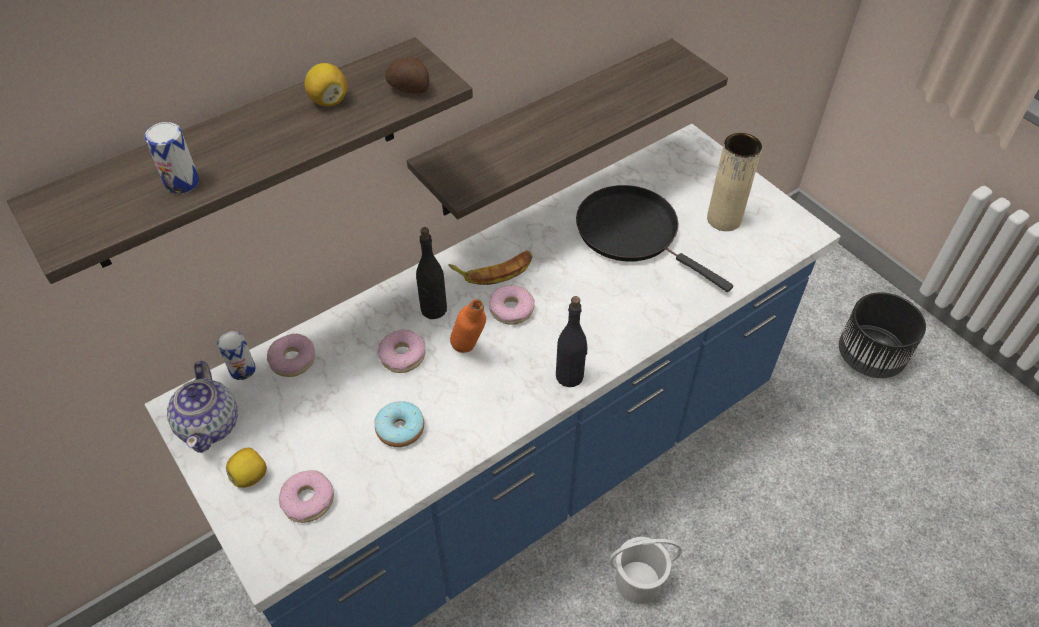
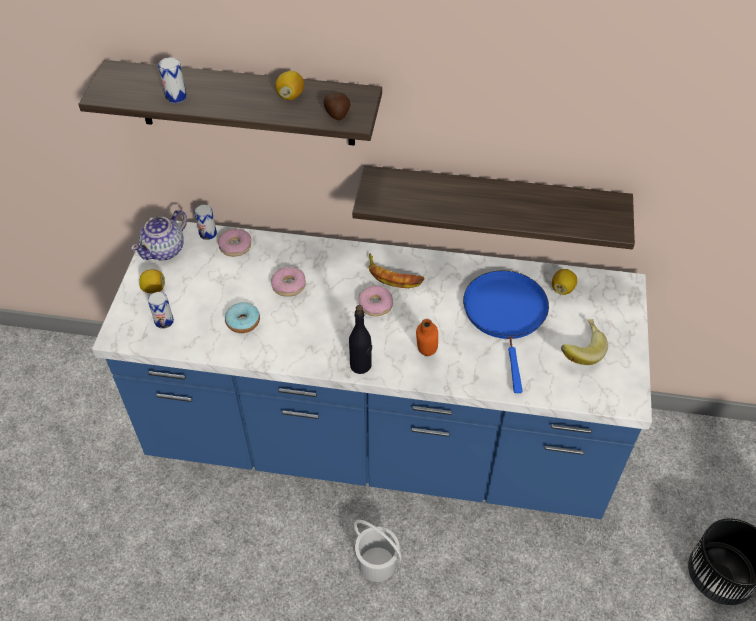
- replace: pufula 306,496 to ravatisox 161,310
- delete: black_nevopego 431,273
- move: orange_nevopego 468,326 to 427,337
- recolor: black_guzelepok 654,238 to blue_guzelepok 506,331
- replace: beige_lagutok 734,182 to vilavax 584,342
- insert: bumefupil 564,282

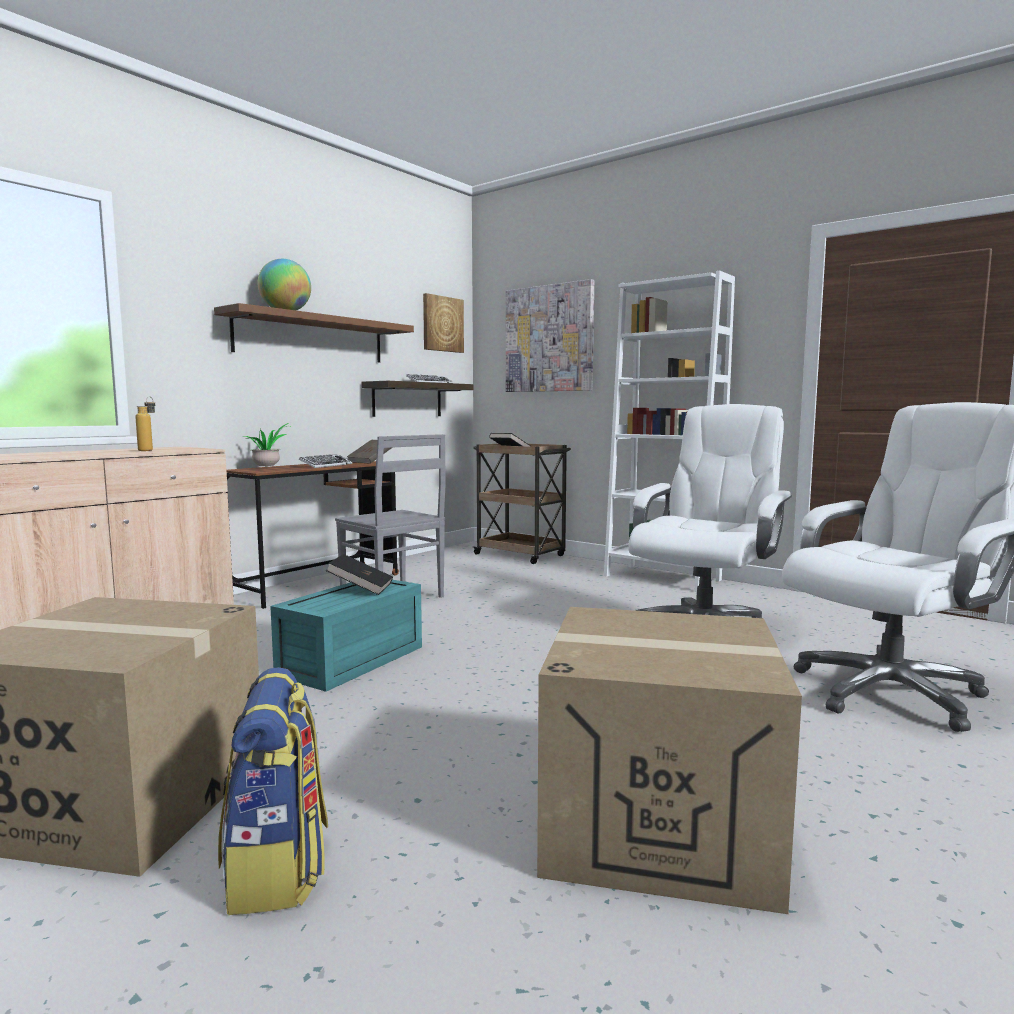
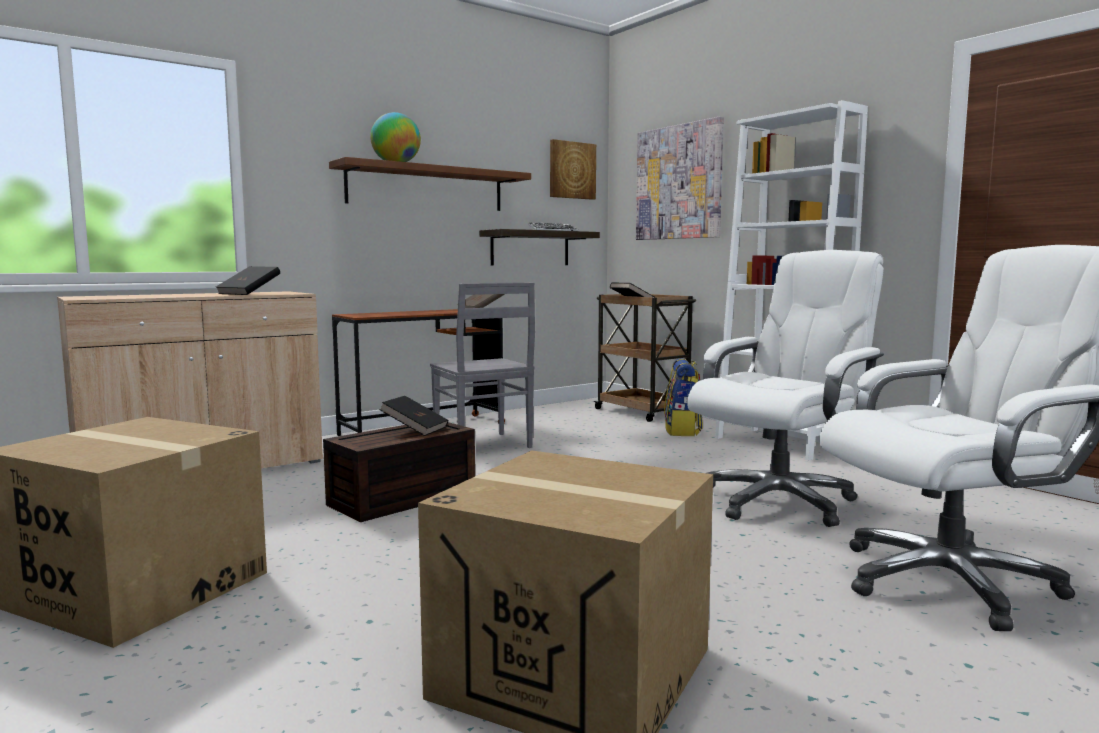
- replace: nevopego 145,423 to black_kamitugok 248,280
- move: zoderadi 273,791 to 683,397
- delete: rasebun 265,445
- recolor: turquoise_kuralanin 346,636 to brown_kuralanin 399,472
- delete: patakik 325,461

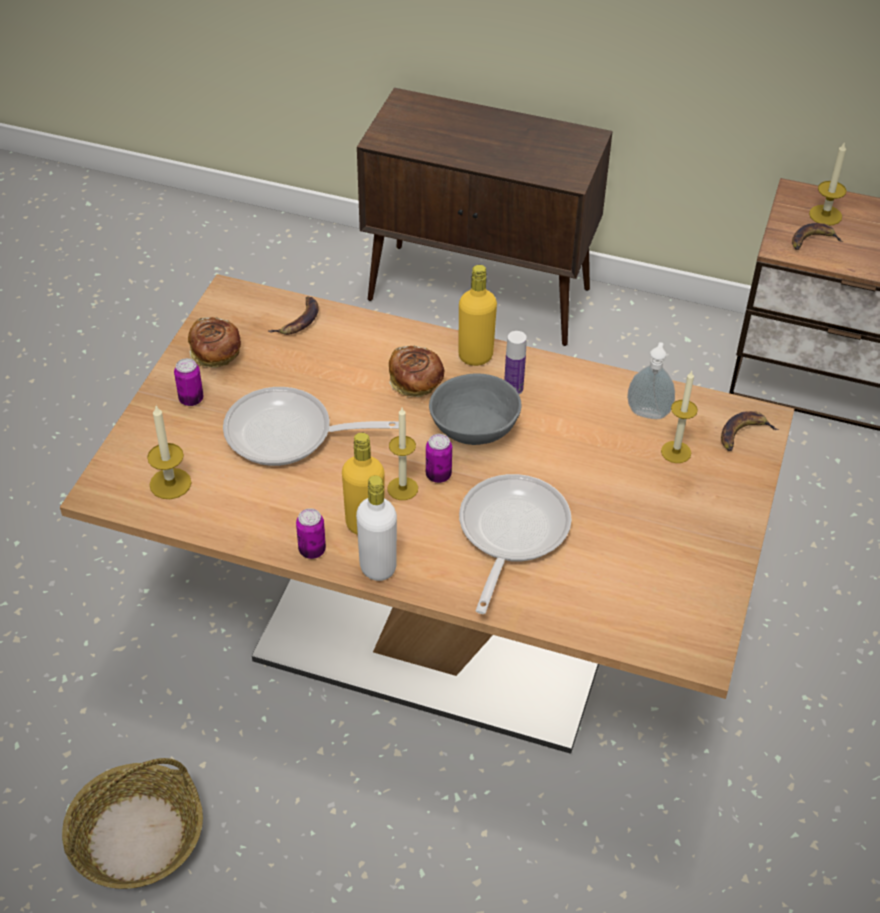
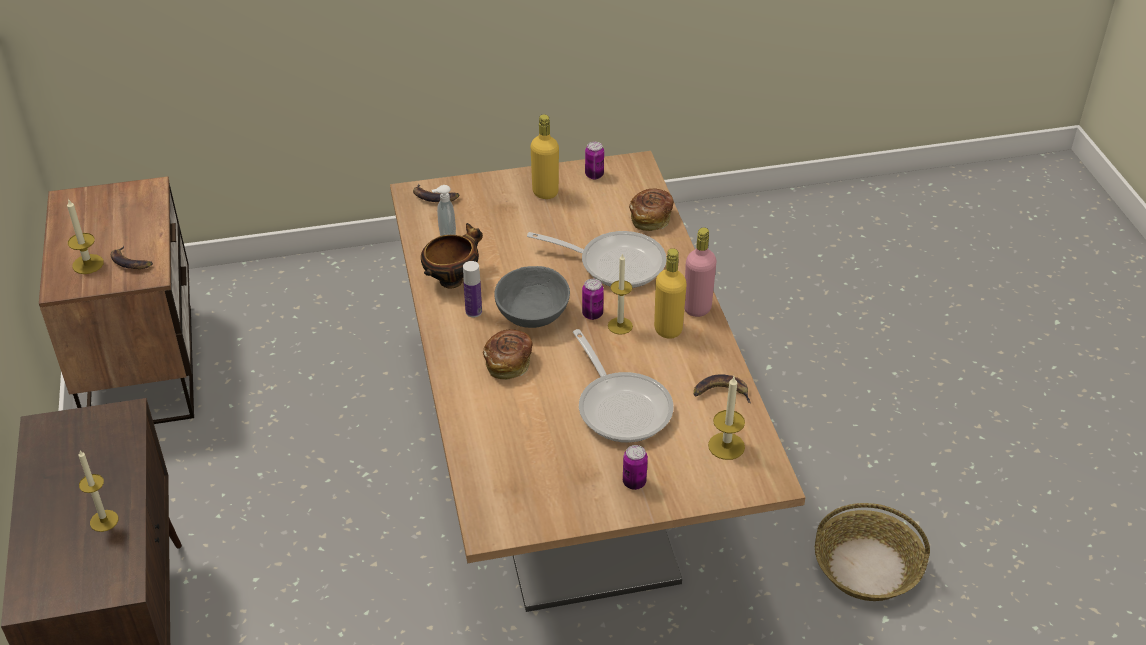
- move: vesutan 214,342 to 651,209
- move: vilavax 293,315 to 722,388
- move: ravatisox 311,533 to 594,160
- recolor: white_nevopego 376,528 to pink_nevopego 700,272
- move: yellow_nevopego 477,315 to 544,156
- rotate: guzelepok 515,544 = 597,259 150 degrees counterclockwise
- move: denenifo 679,417 to 98,491
- insert: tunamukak 452,256

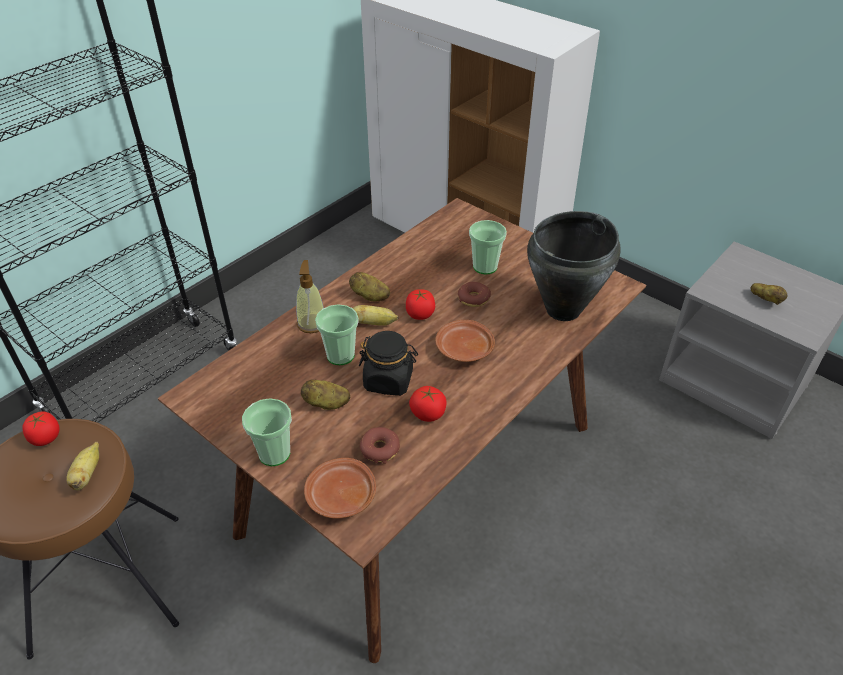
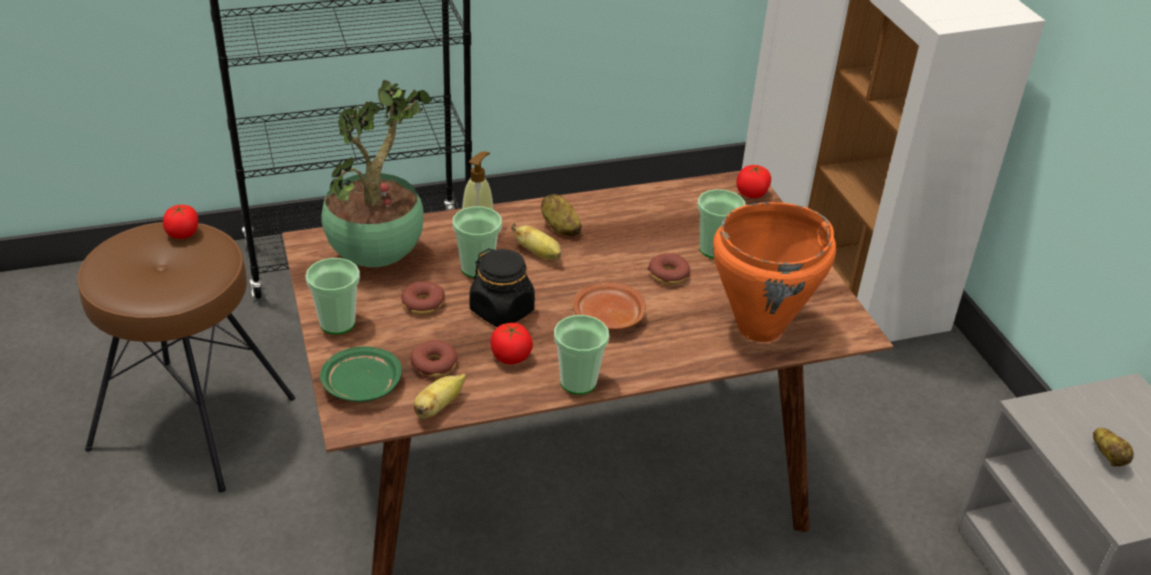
- move: vilavax 83,466 to 440,396
- replace: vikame 325,394 to pufula 423,297
- recolor: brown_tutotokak 340,488 to green_tutotokak 361,374
- move: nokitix 420,304 to 753,181
- recolor: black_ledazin 574,266 to orange_ledazin 774,272
- insert: rasebun 377,173
- insert: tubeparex 581,355

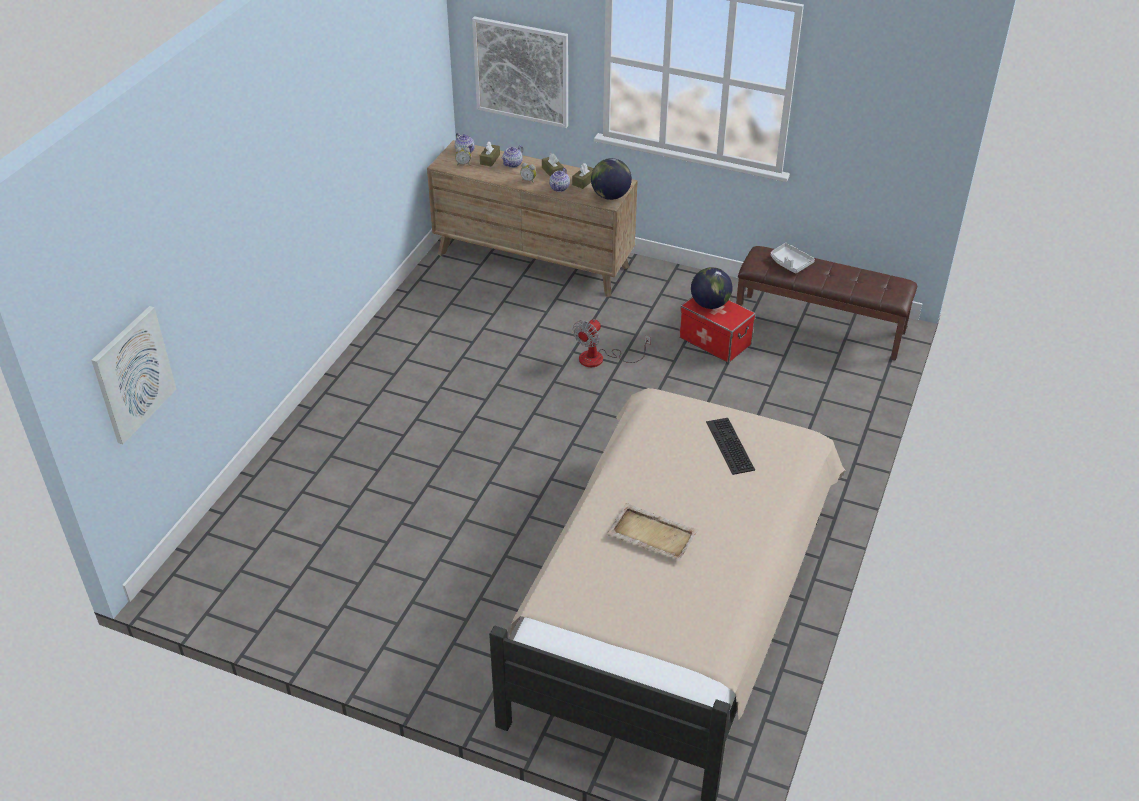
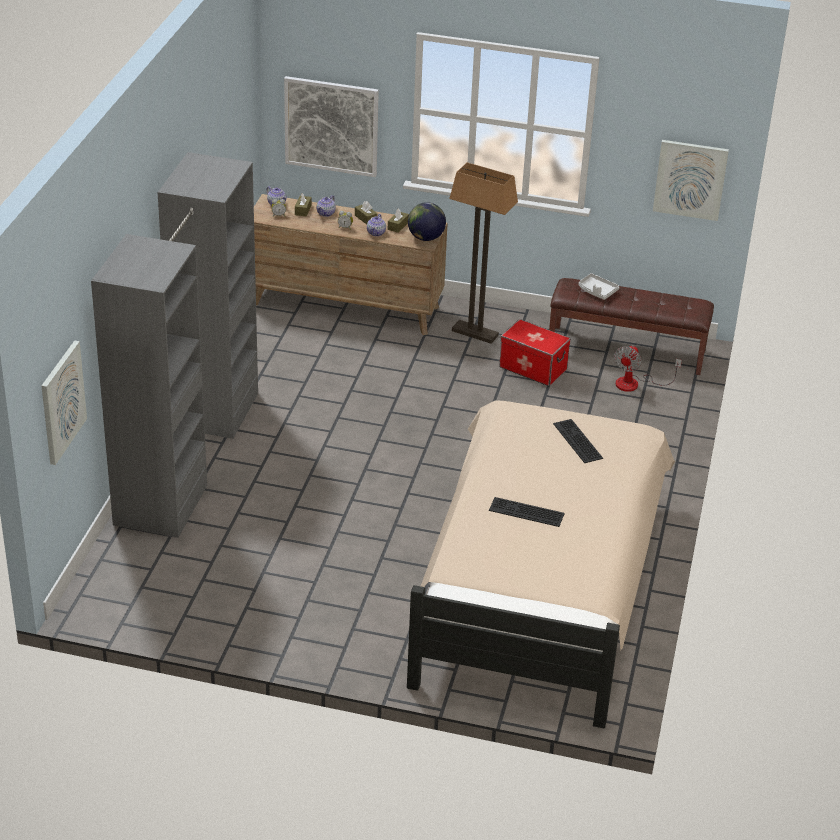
- move: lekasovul 612,343 to 648,368
- replace: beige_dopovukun 652,532 to patakik 527,512
- delete: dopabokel 712,288
- insert: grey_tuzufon 174,345
- insert: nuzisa 483,253
- insert: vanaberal 691,180

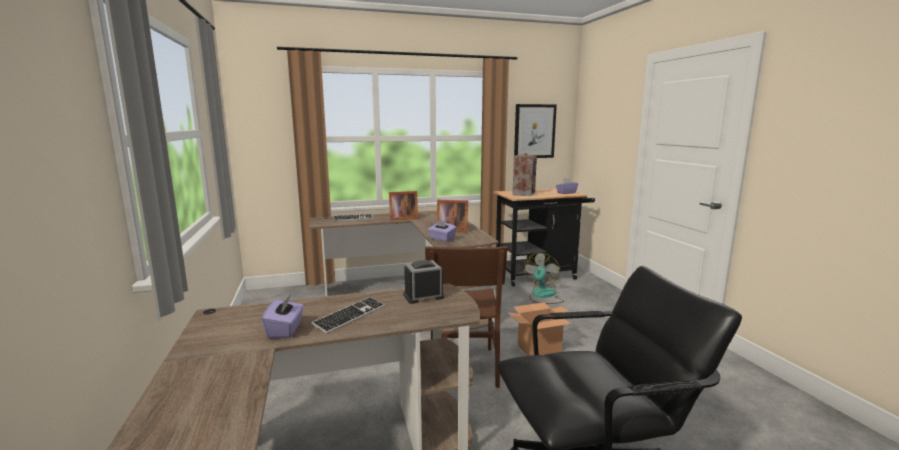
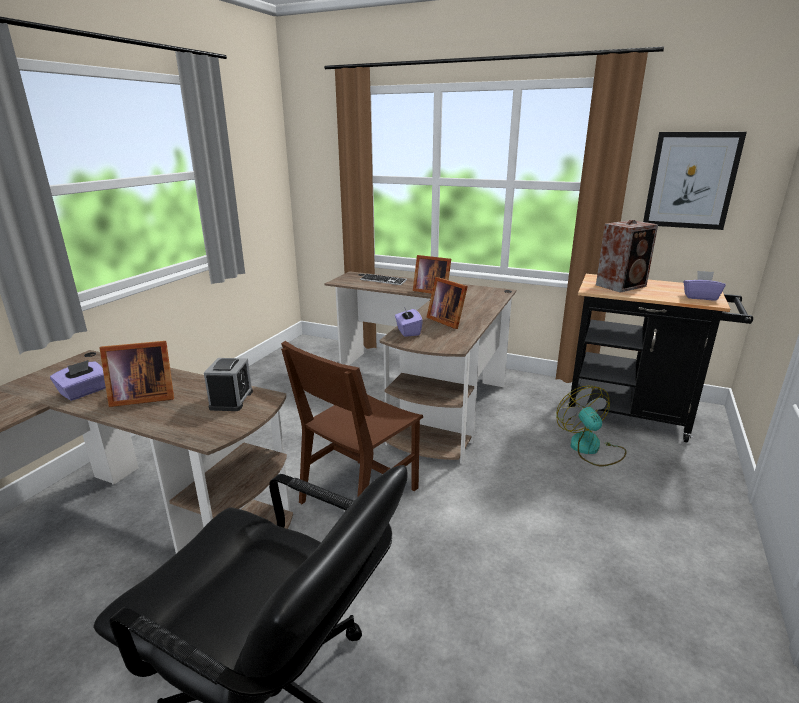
- replace: patakik 348,315 to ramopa 136,374
- rotate: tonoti 423,282 = 228,384 75 degrees clockwise
- delete: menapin 539,329
- rotate: lekasovul 544,278 = 591,426 75 degrees counterclockwise

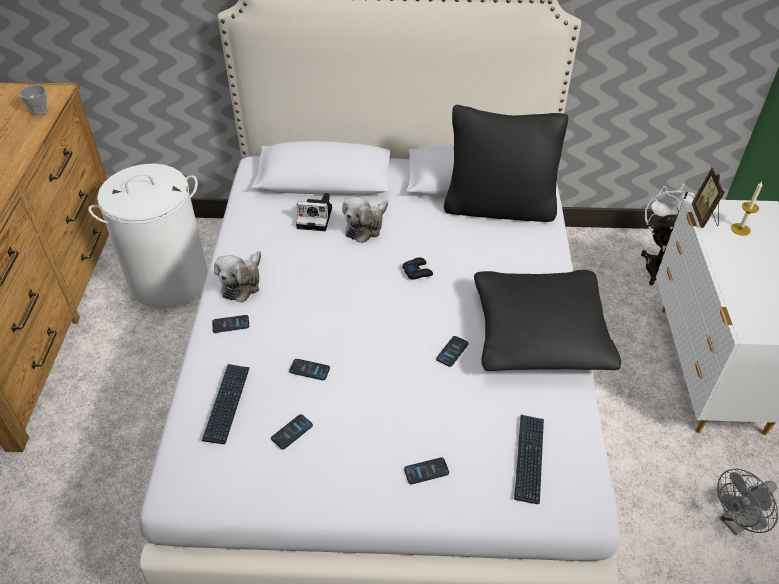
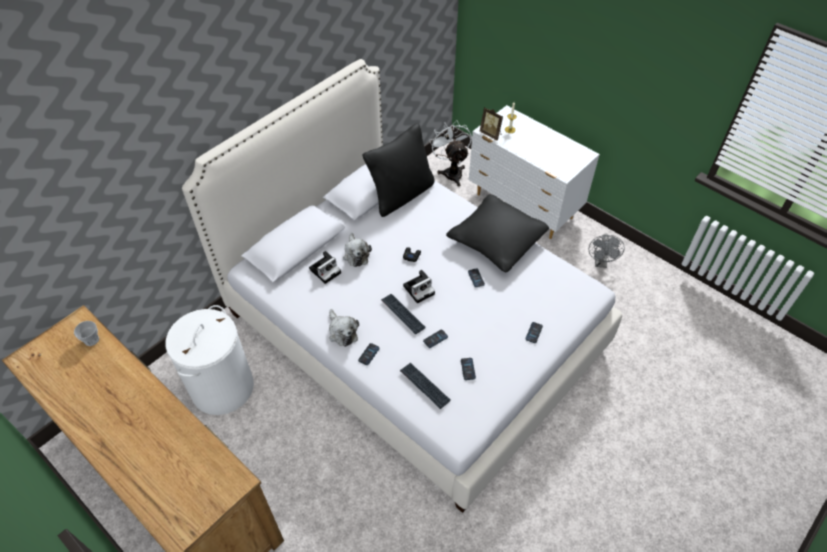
- move: patakik 529,459 to 403,314
- insert: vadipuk 419,286

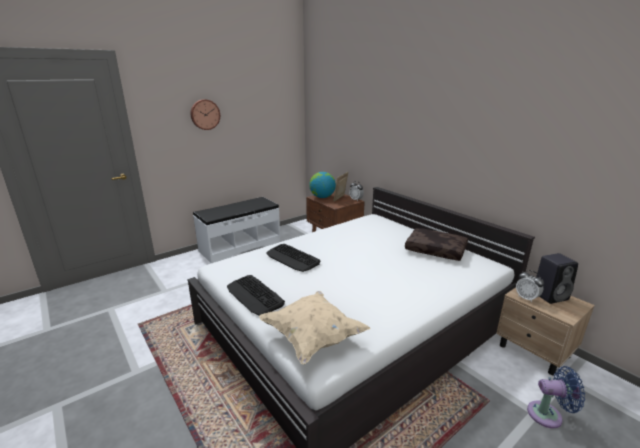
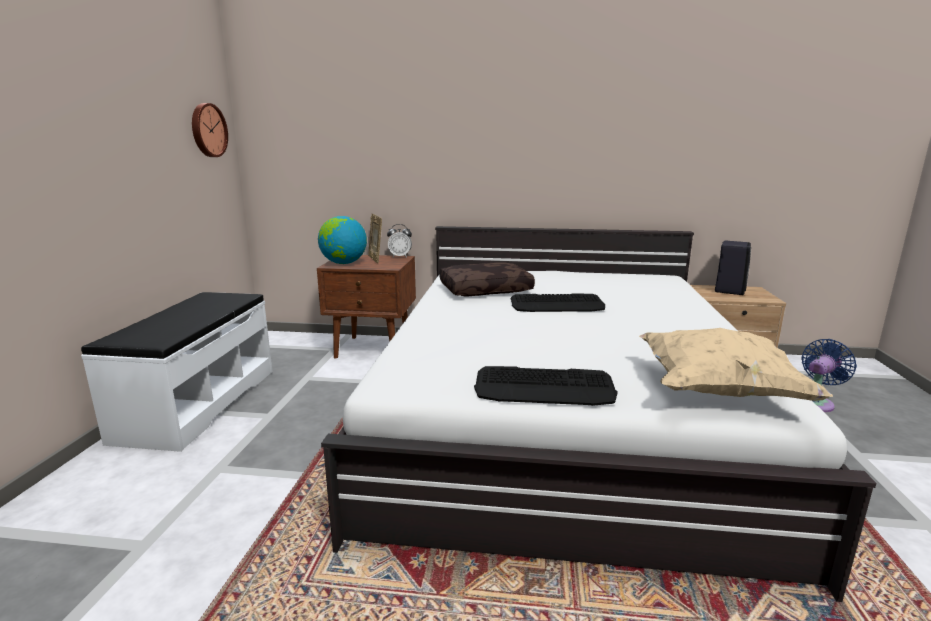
- move: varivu 205,114 to 210,130
- move: patakik 293,258 to 558,303
- move: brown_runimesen 436,244 to 487,279
- delete: tonoti 530,286

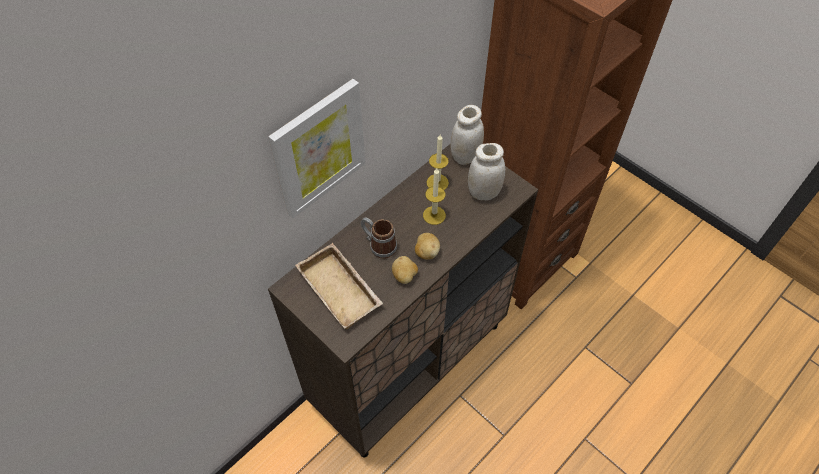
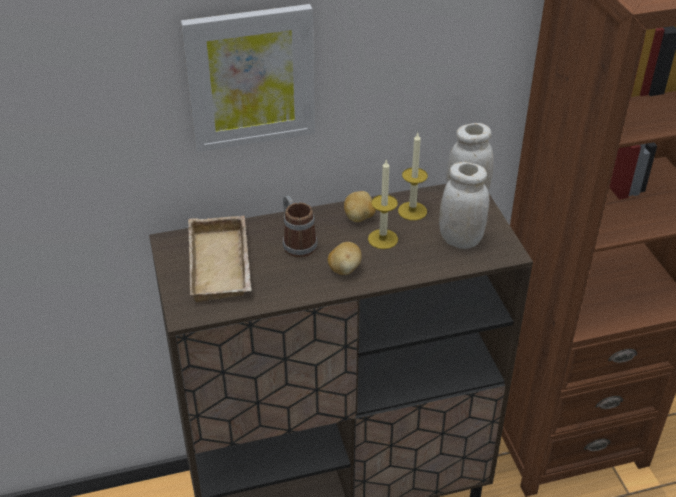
- move: vikame 405,270 to 360,206

